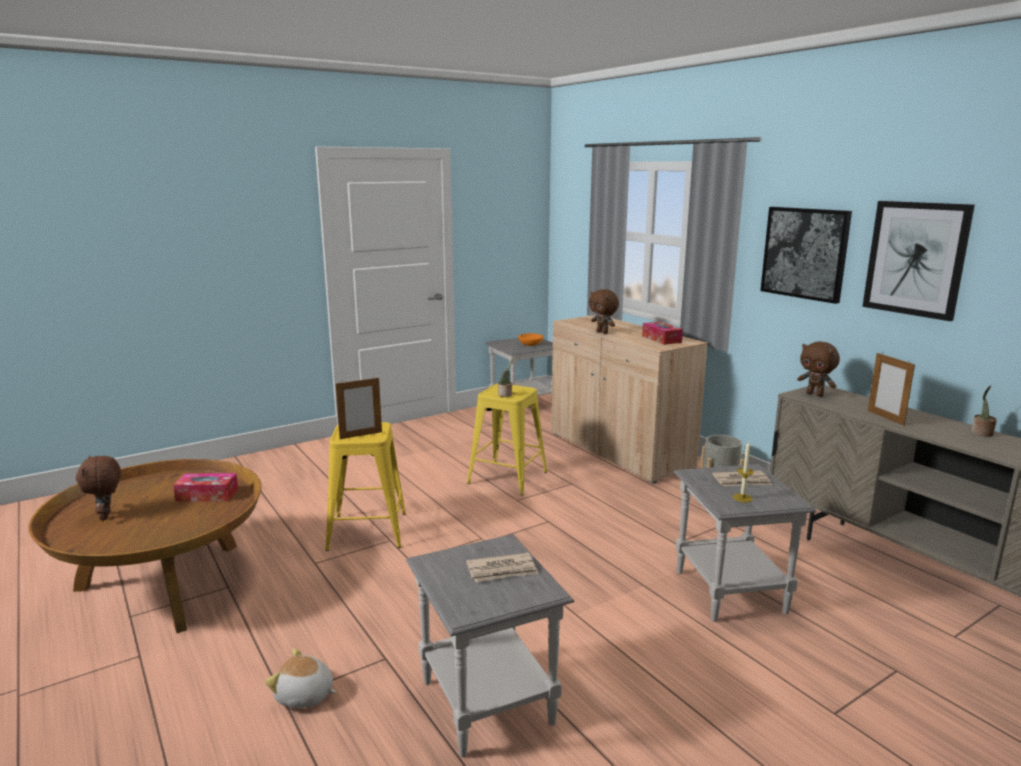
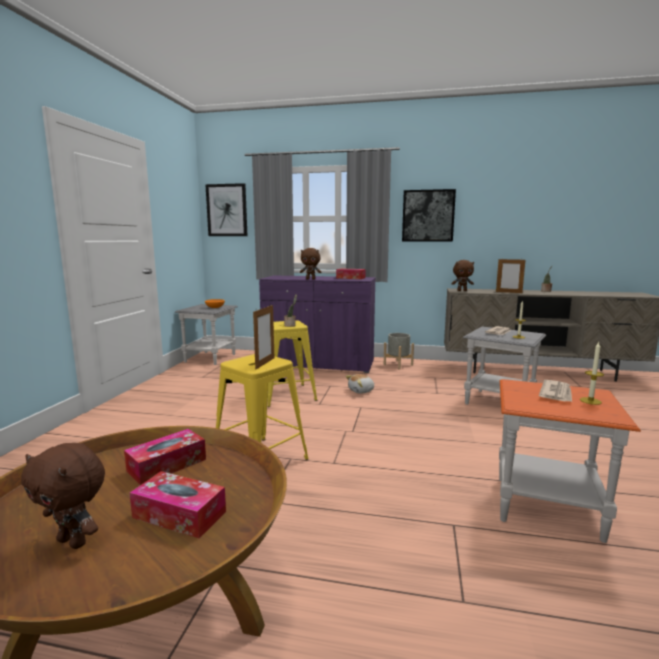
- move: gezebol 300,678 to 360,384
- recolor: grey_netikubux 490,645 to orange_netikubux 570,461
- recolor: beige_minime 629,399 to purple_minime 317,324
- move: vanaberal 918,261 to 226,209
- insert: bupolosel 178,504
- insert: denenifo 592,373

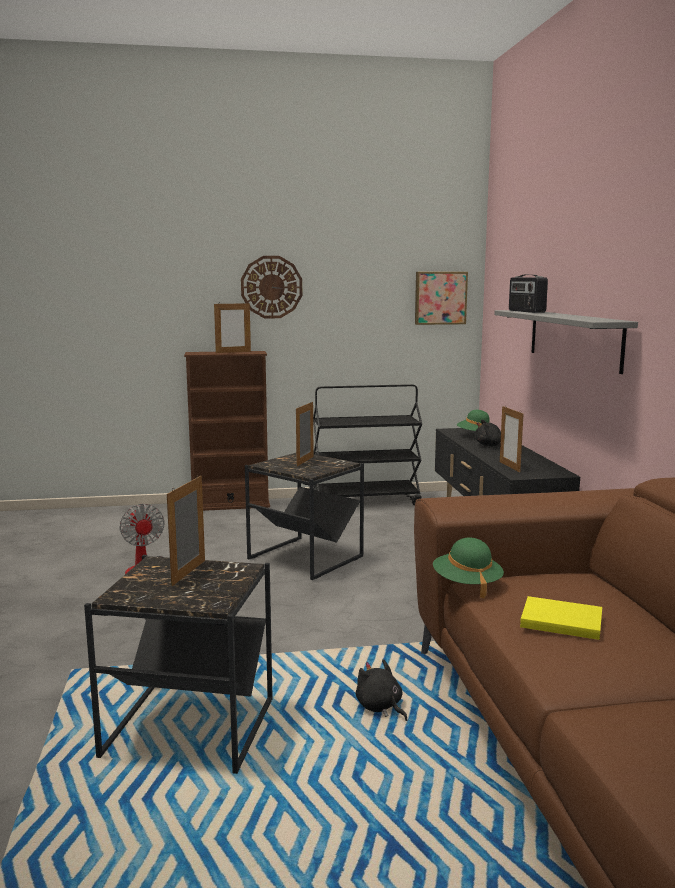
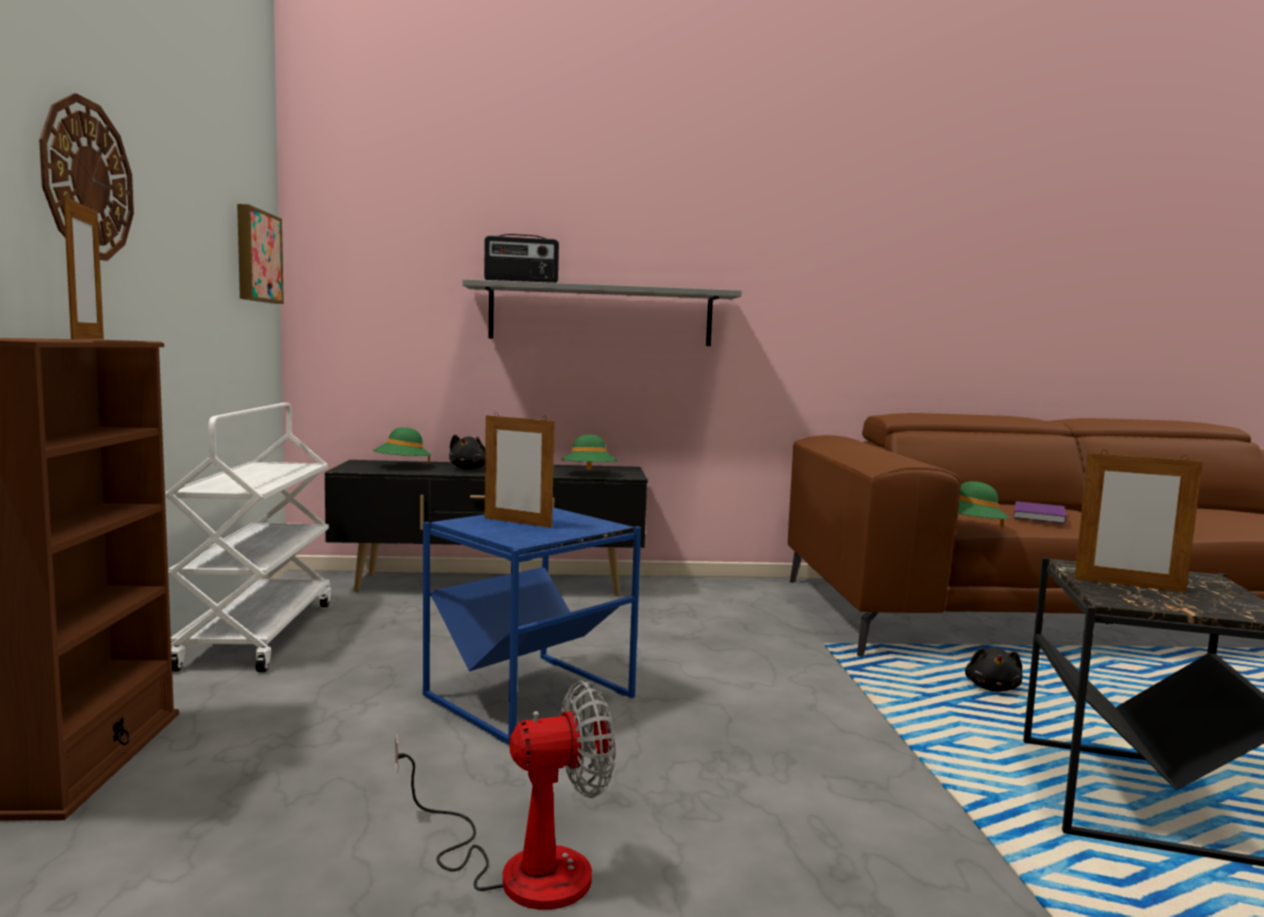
- recolor: black_netikubux 304,516 to blue_netikubux 532,626
- recolor: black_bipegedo 367,445 to white_bipegedo 248,537
- rotate: black_gezebol 381,690 = 994,669 45 degrees counterclockwise
- replace: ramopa 512,438 to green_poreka 589,452
- recolor: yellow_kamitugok 561,618 to purple_kamitugok 1039,512

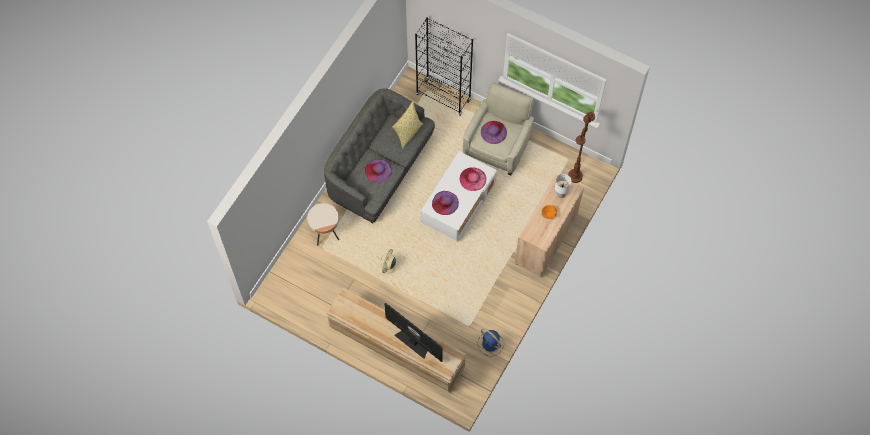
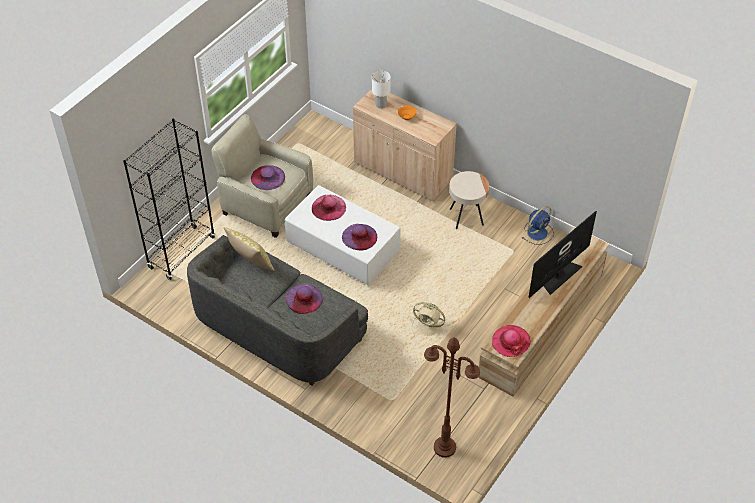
- move: beige_netikubux 323,224 to 469,200
- move: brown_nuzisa 581,147 to 452,397
- insert: poreka 511,341

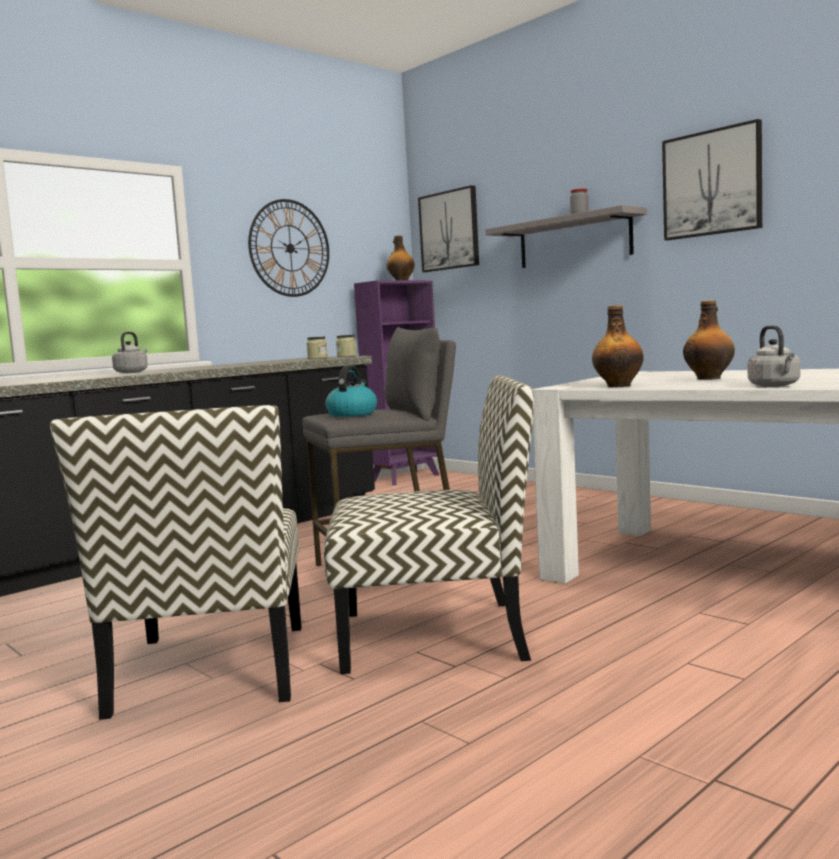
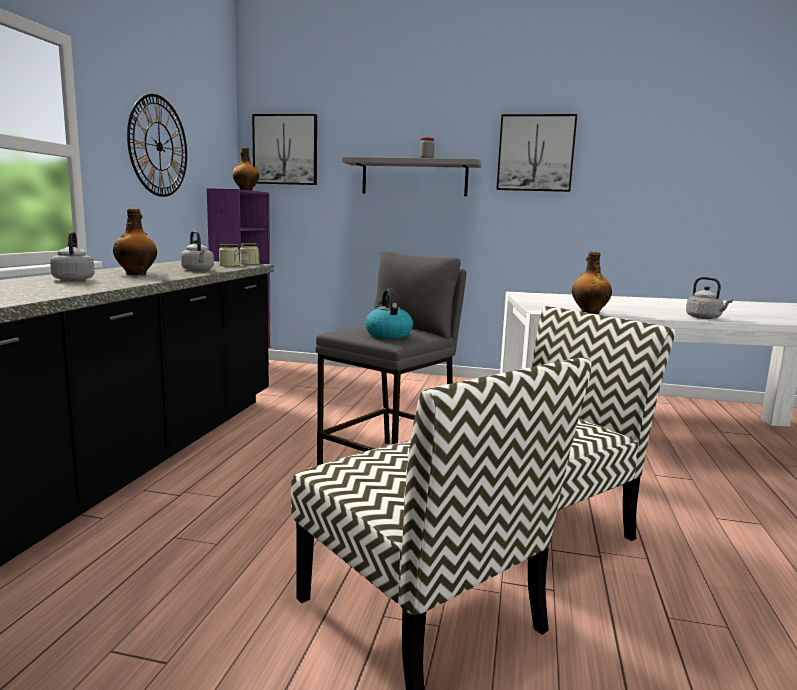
- move: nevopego 709,340 to 135,241
- insert: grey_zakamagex 197,251

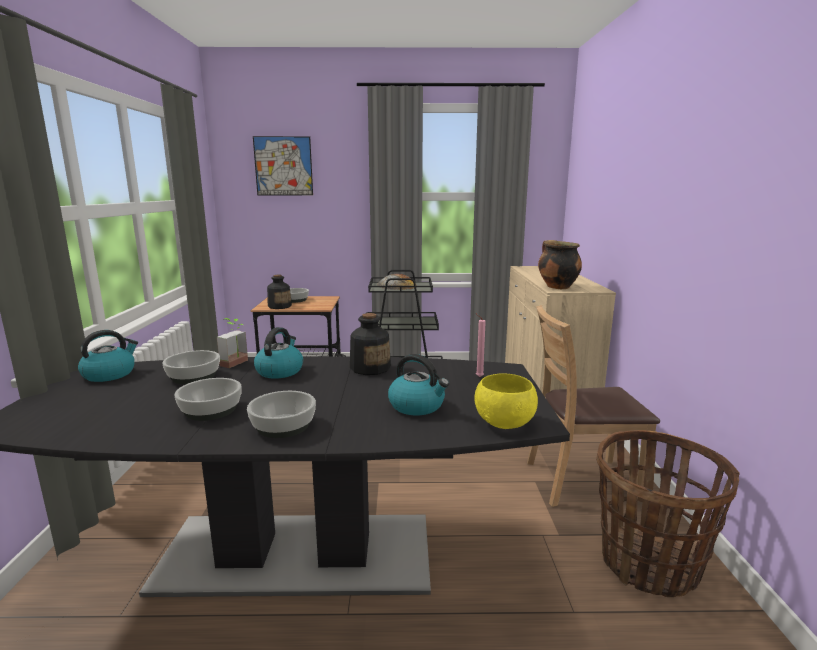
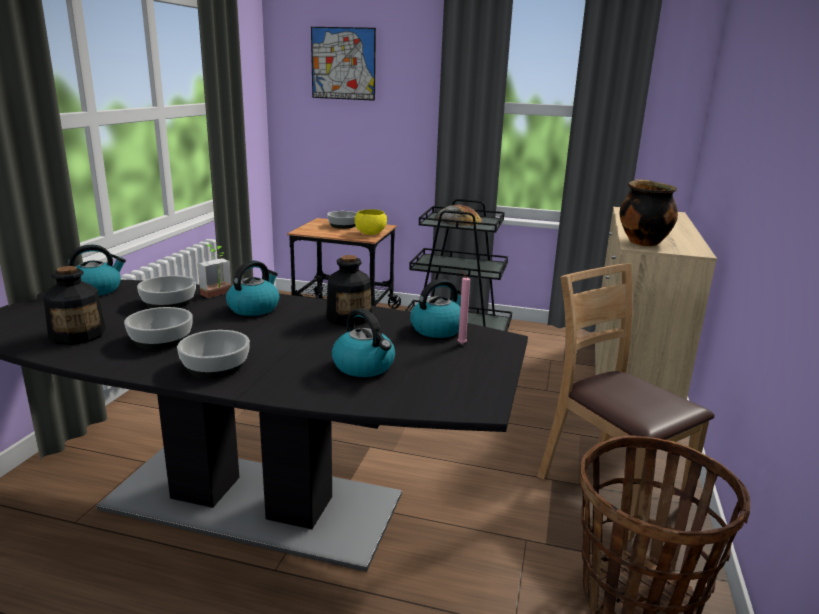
- move: nevopego 279,292 to 74,305
- move: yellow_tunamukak 506,401 to 371,222
- rotate: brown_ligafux 593,406 = 625,402 45 degrees clockwise
- insert: zakamagex 435,308

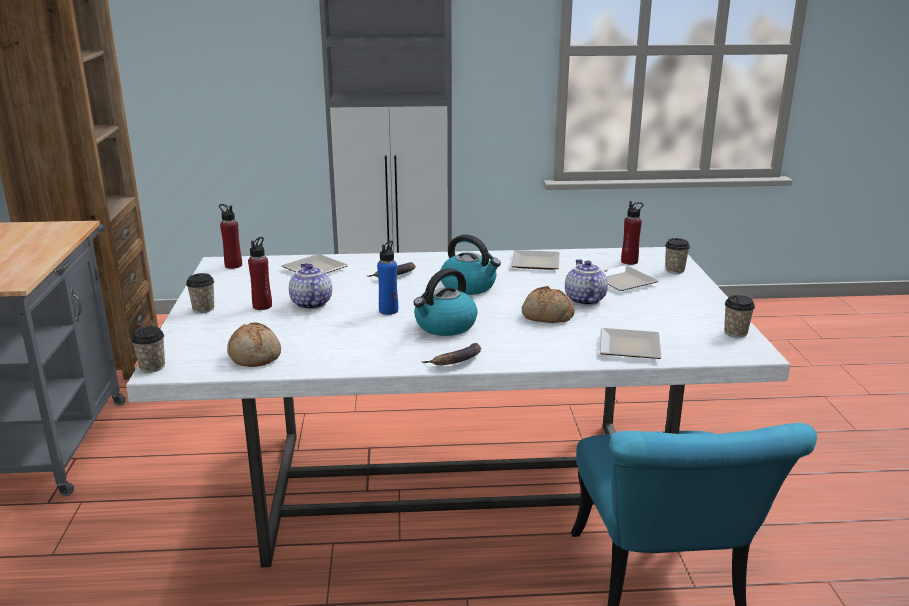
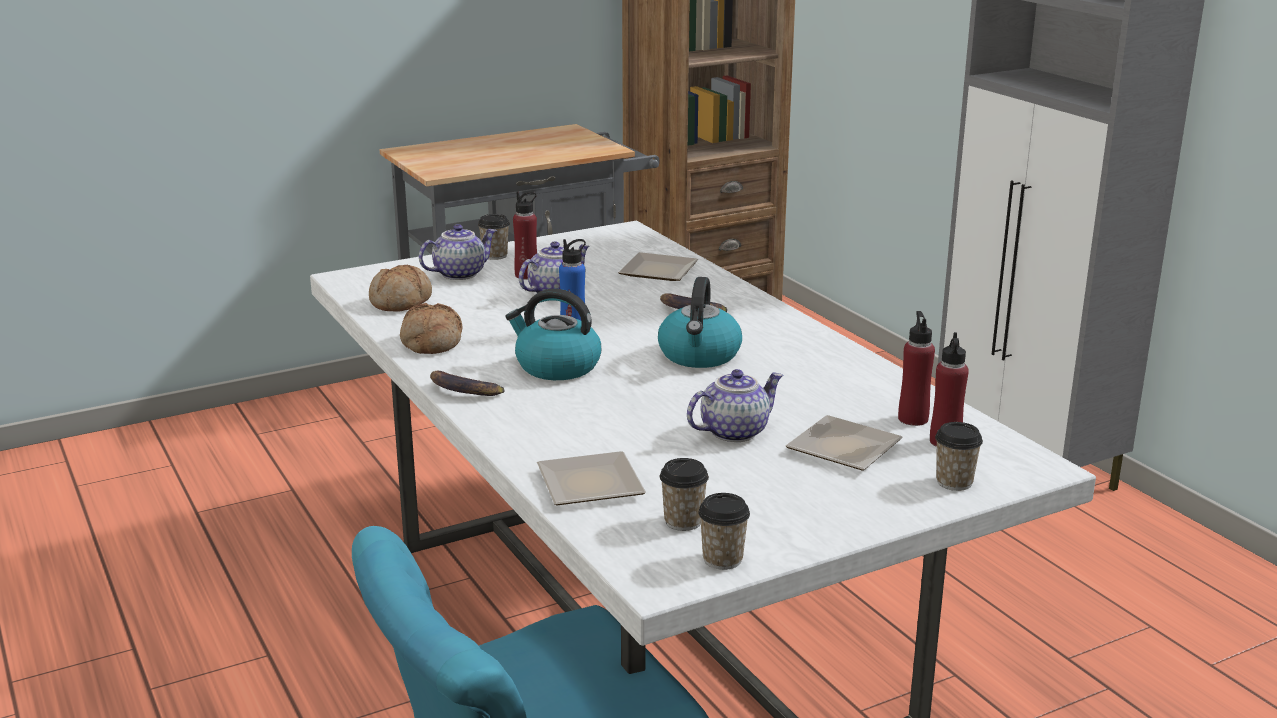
- move: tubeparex 148,349 to 684,494
- move: red_nevopego 230,236 to 916,368
- delete: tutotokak 535,260
- move: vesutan 548,304 to 431,328
- insert: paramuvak 458,252

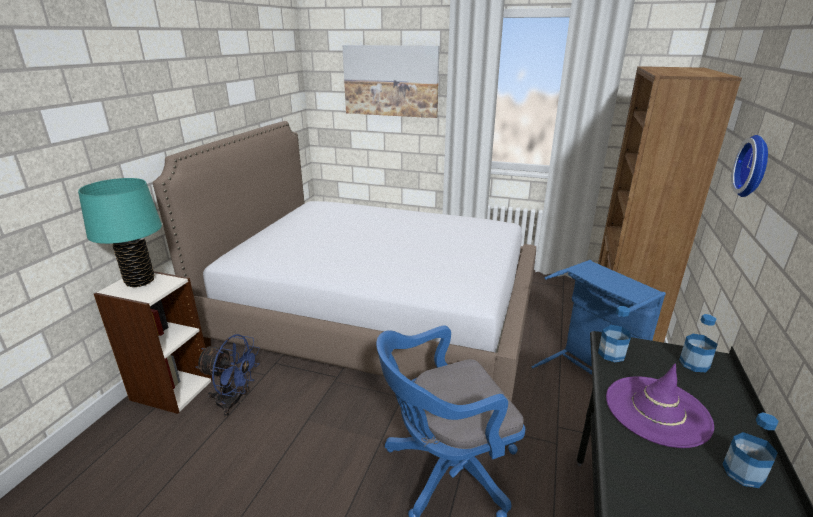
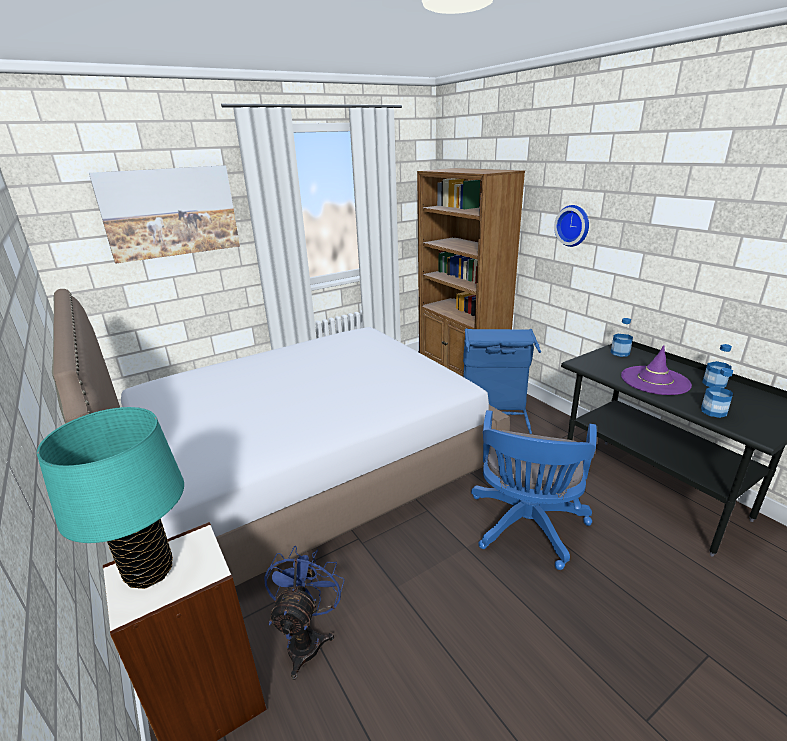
- rotate: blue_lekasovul 228,375 = 304,613 45 degrees counterclockwise
- move: nevopego 614,334 to 717,393

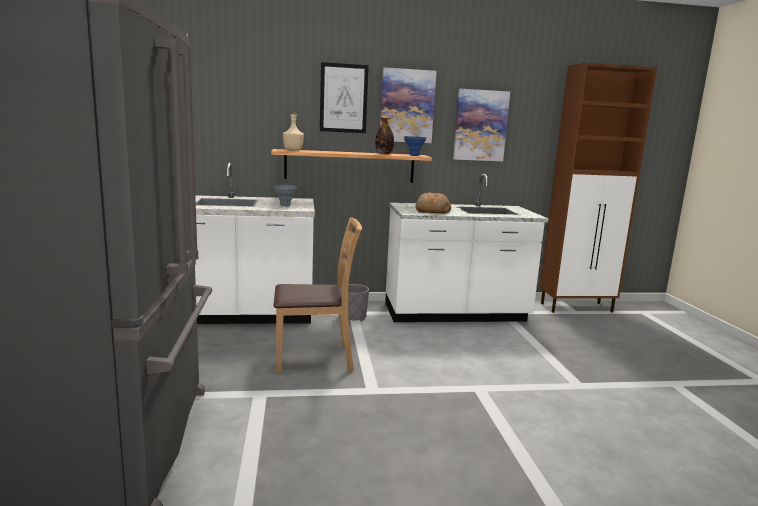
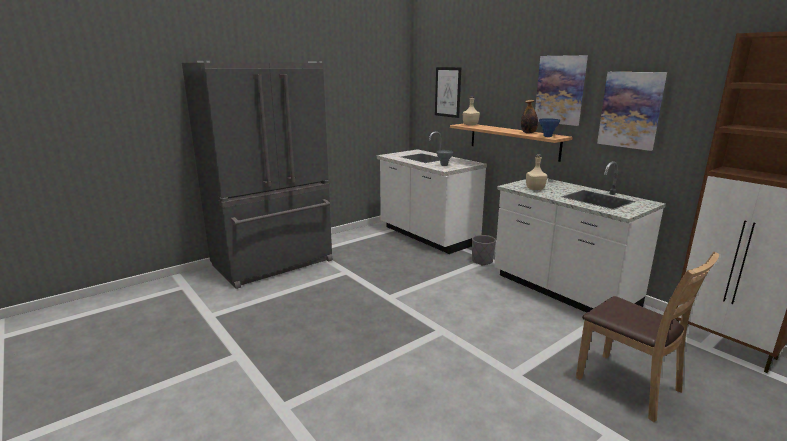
- move: brown_ligafux 318,295 to 647,337
- move: vanaberal 344,97 to 448,92
- replace: vesutan 433,202 to beige_nevopego 536,172

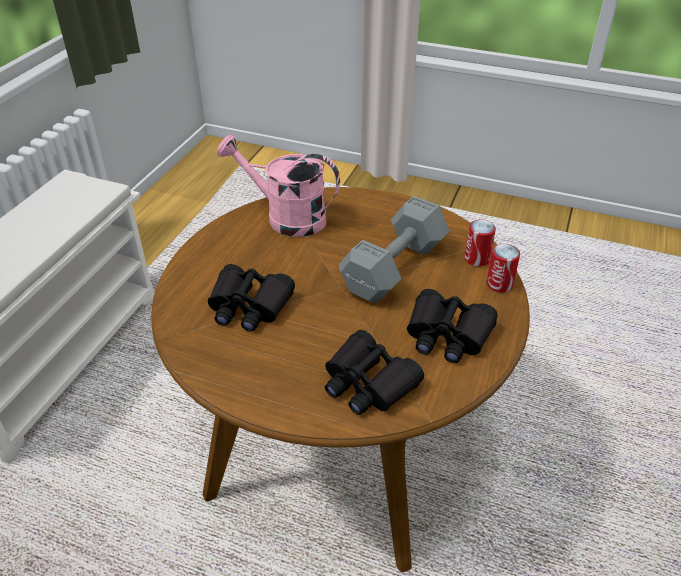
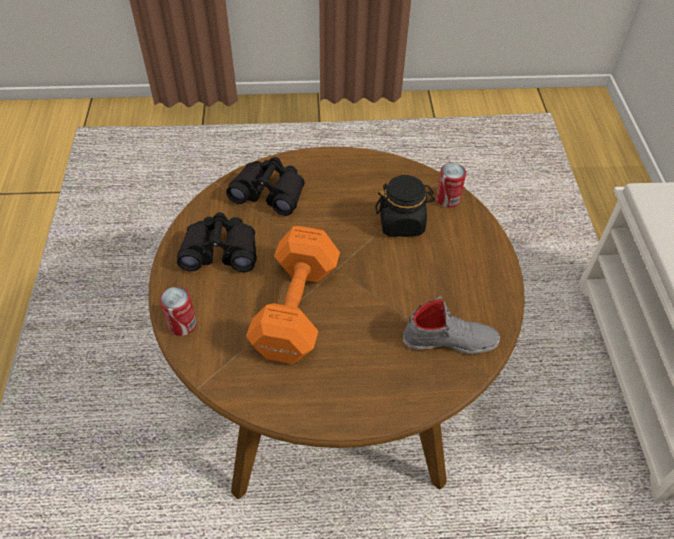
- replace: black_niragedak 251,298 to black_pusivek 405,206
- replace: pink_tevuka 278,186 to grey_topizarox 451,325
- recolor: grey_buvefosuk 394,250 to orange_buvefosuk 293,295
- move: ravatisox 480,242 to 451,185

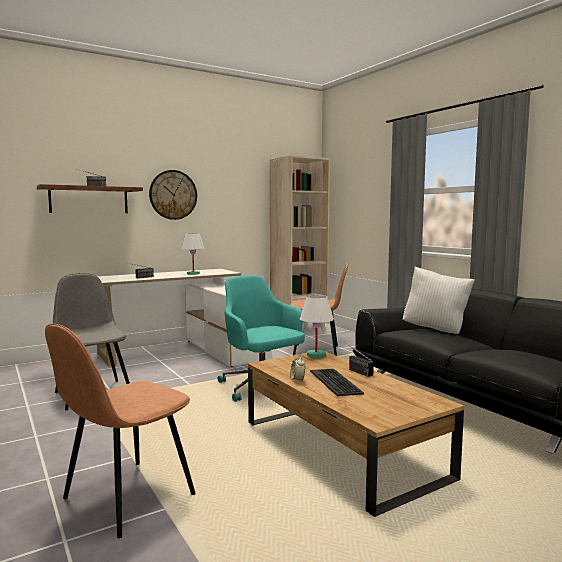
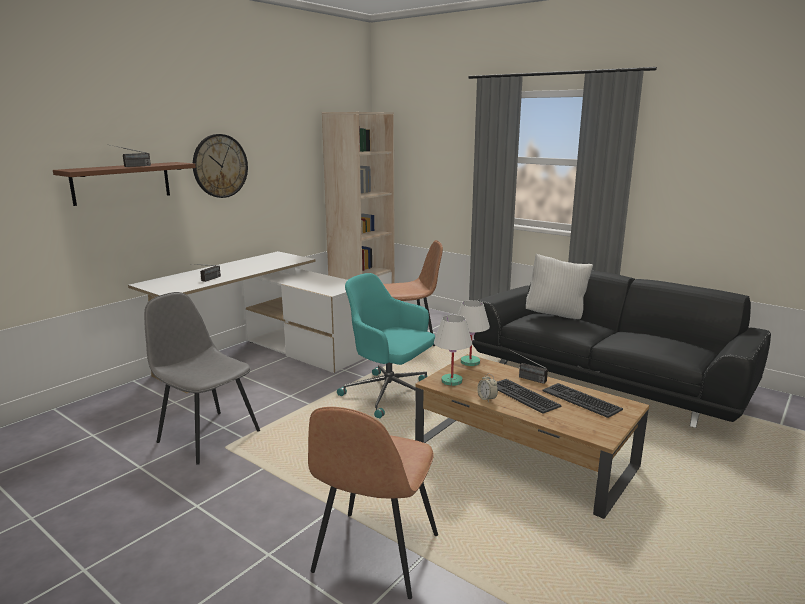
- move: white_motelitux 192,254 to 453,350
- insert: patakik 582,400

